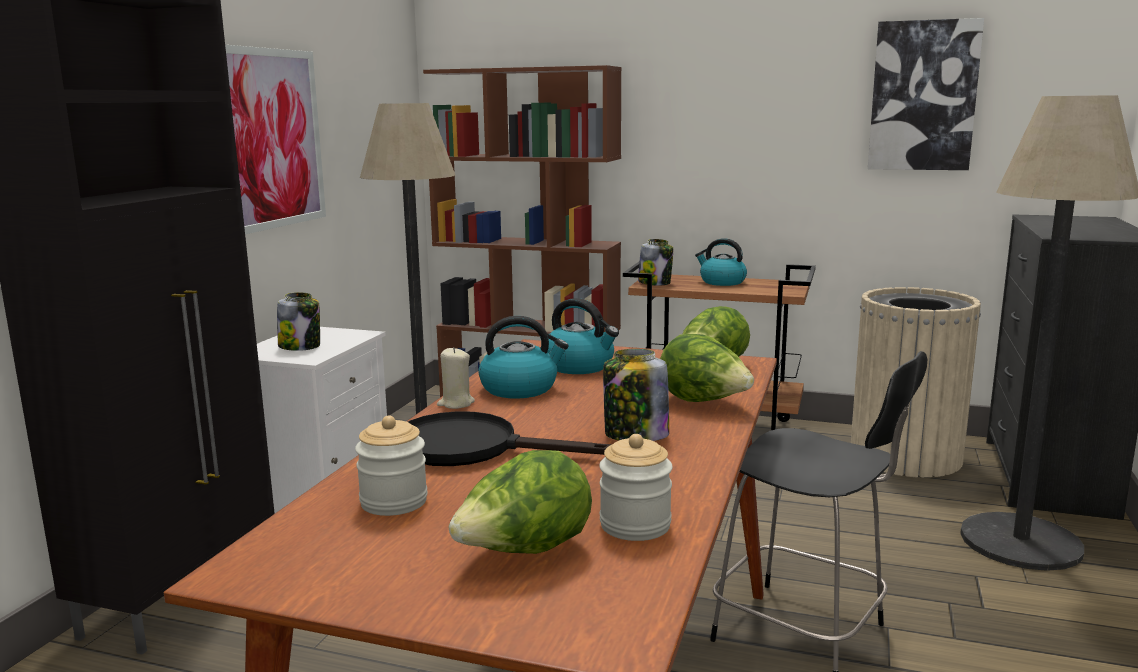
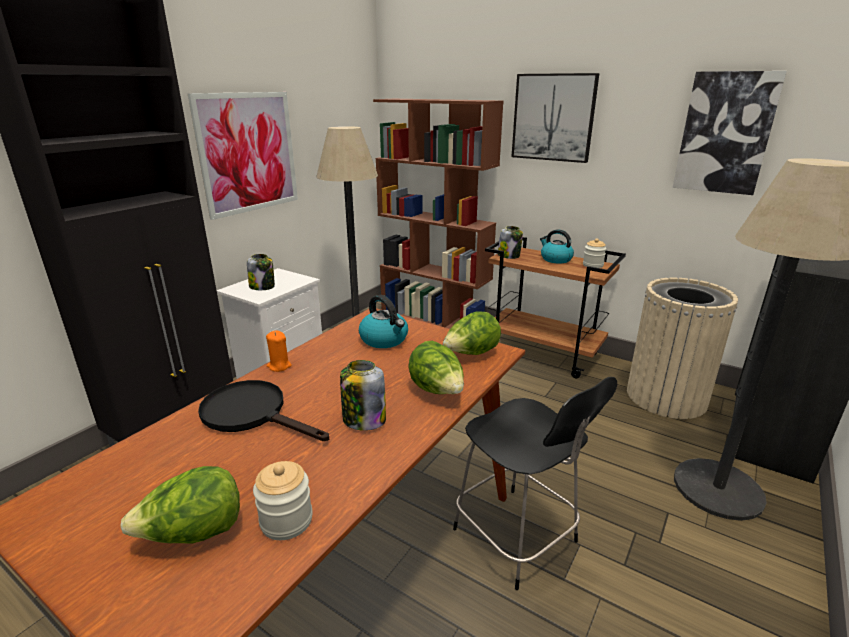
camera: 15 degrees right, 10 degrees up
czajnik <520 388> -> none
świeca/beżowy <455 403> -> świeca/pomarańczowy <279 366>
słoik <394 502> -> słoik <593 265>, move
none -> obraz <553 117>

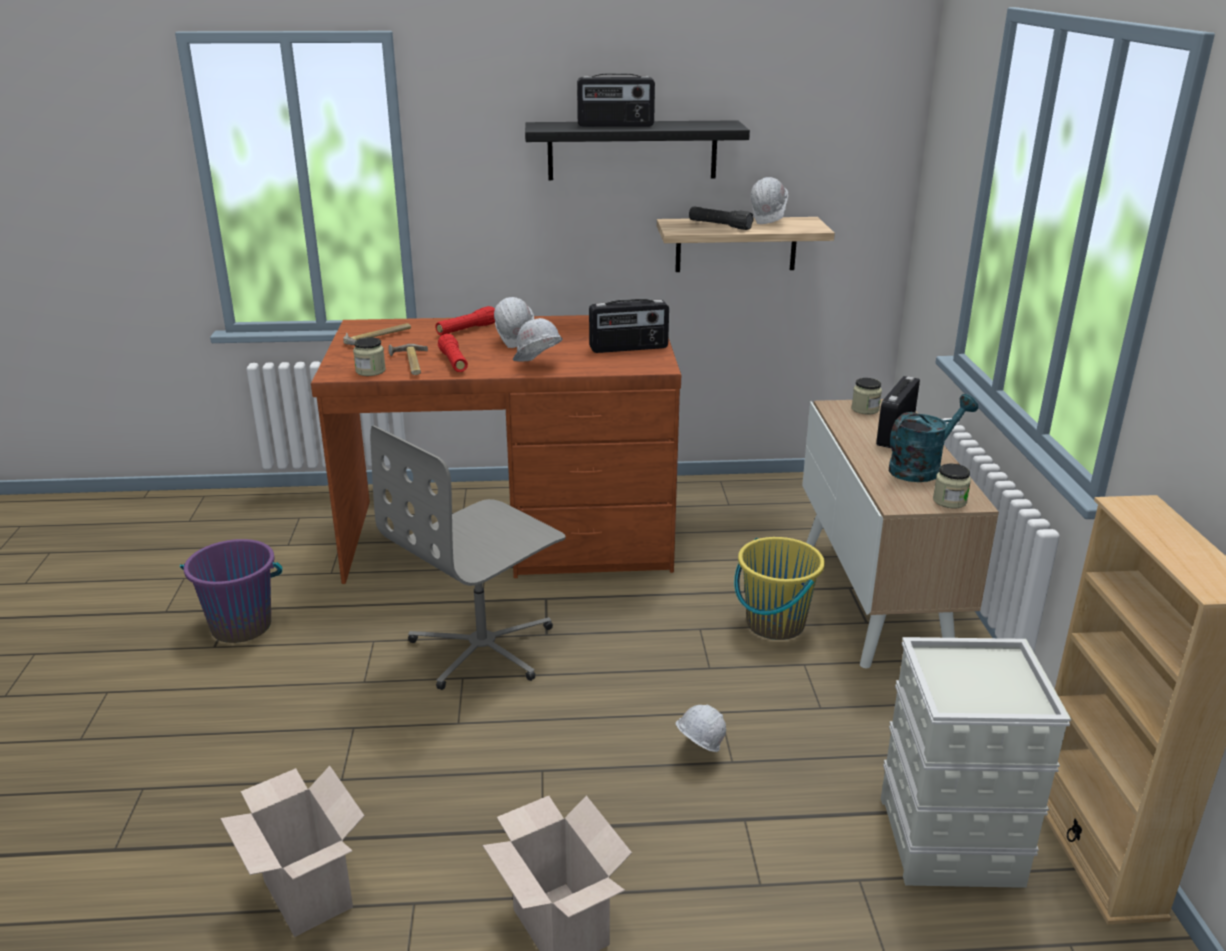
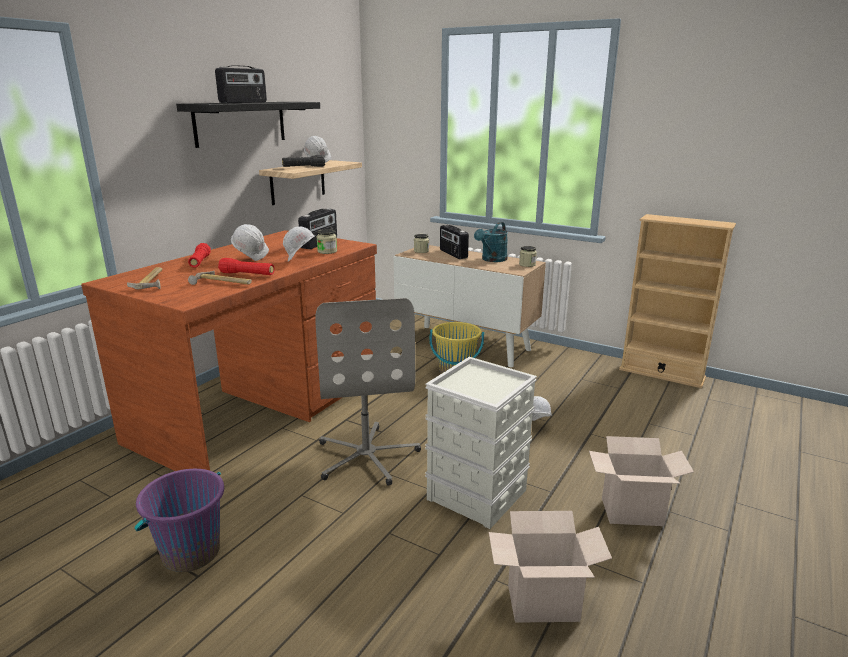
camera: 55 degrees left, 5 degrees down
słoik <370 371> -> słoik <327 251>, move
konewka/turkusowy <921 468> -> konewka/turkusowy <492 260>, 150 degrees counterclockwise
pojemnik do przechowywania/szary <951 842> -> pojemnik do przechowywania/szary <478 494>, move

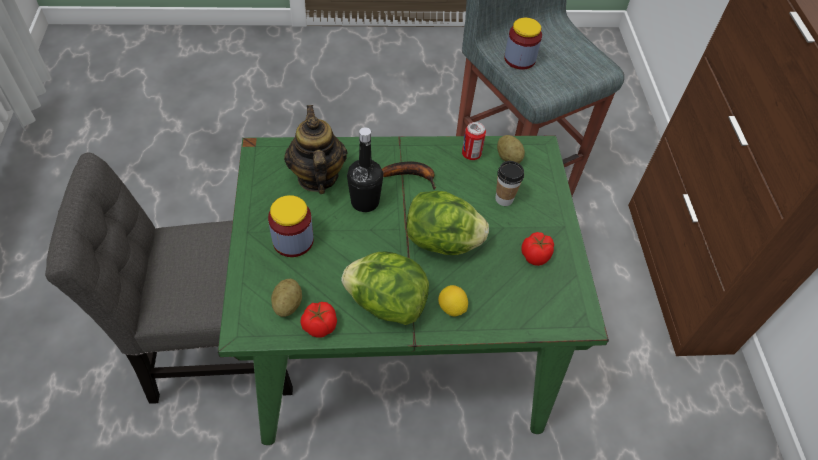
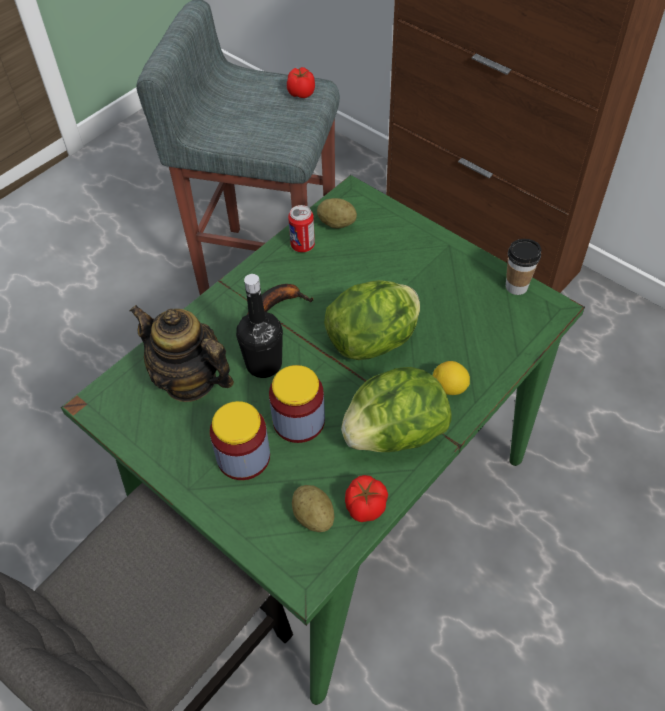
camera: 40 degrees left, 0 degrees up
słoik <519 59> -> słoik <299 421>, move
filiżanka <504 199> -> filiżanka <516 286>, move
pomidor <536 255> -> pomidor <301 93>, move

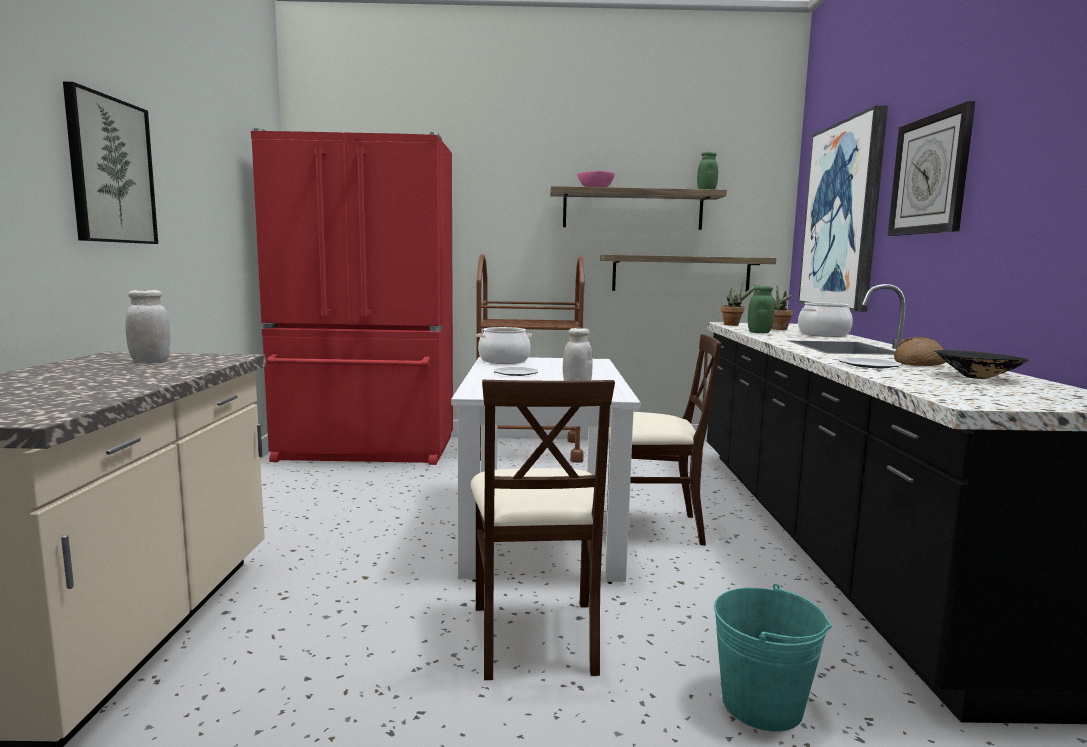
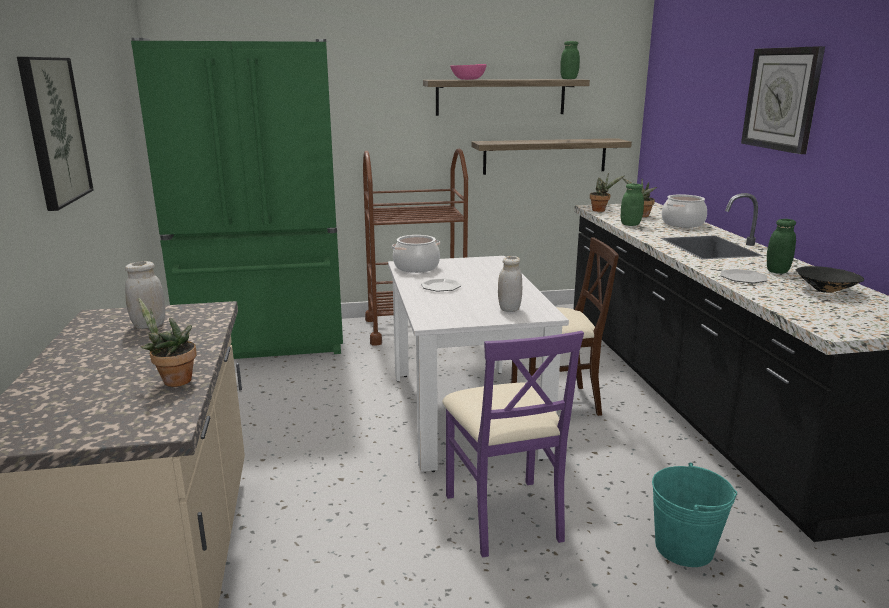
camera: 10 degrees left, 10 degrees up
obraz <842 216> -> none
lodówka/czerwony <366 450> -> lodówka/zielony <266 342>
chleb <919 363> -> słoik/zielony <777 271>
krzesło/beżowy <536 636> -> krzesło/fioletowy <504 515>
none -> roślina doniczkowa <173 380>

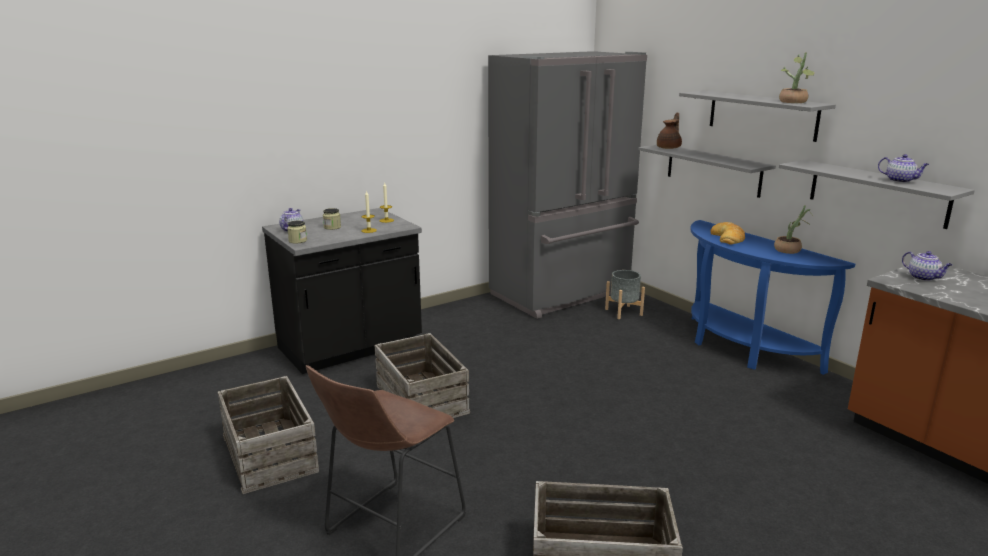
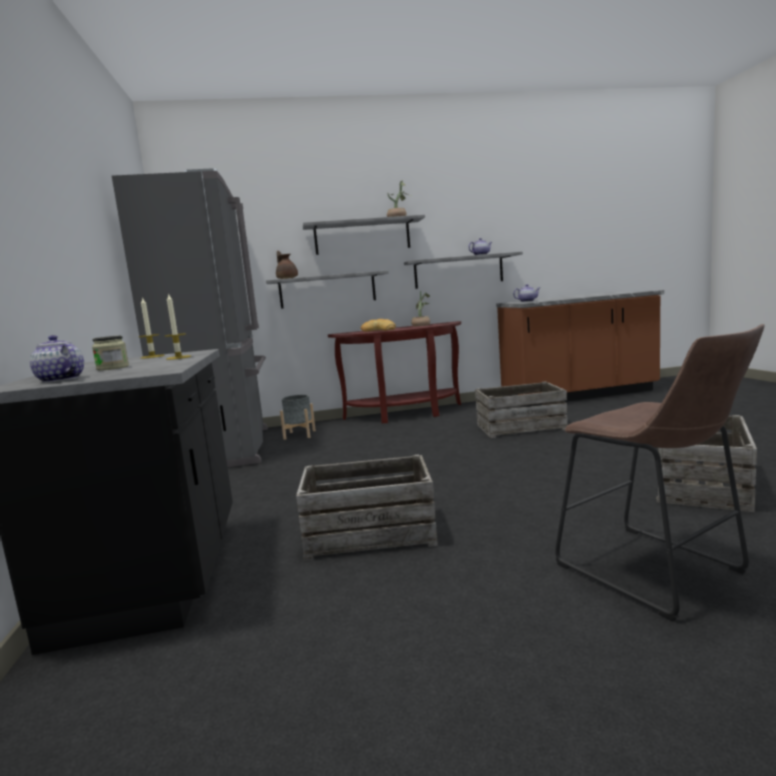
camera: 65 degrees left, 10 degrees down
stolik konsolowy/niebieski <741 348> -> stolik konsolowy/brązowy <405 415>
słoik <298 241> -> none
skrzynka <270 453> -> skrzynka <520 427>, move

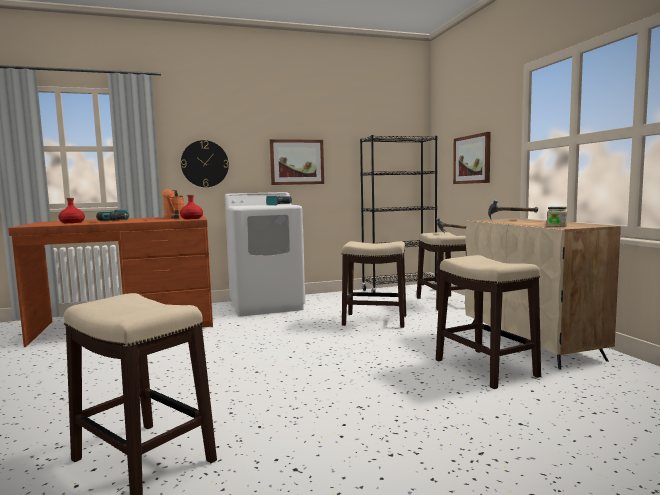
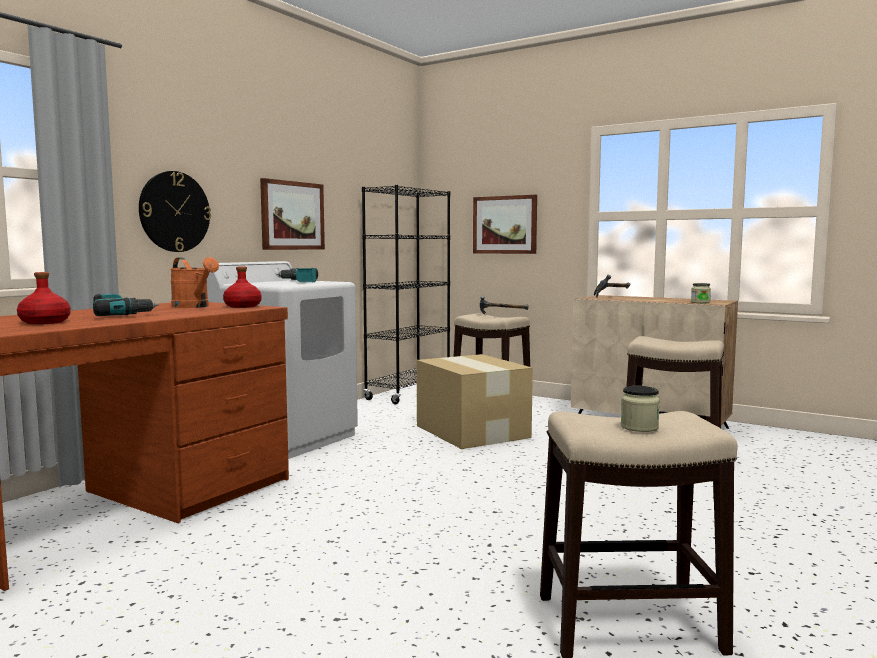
camera: 40 degrees left, 0 degrees up
stołek <375 320> -> karton <472 431>
none -> słoik <639 427>

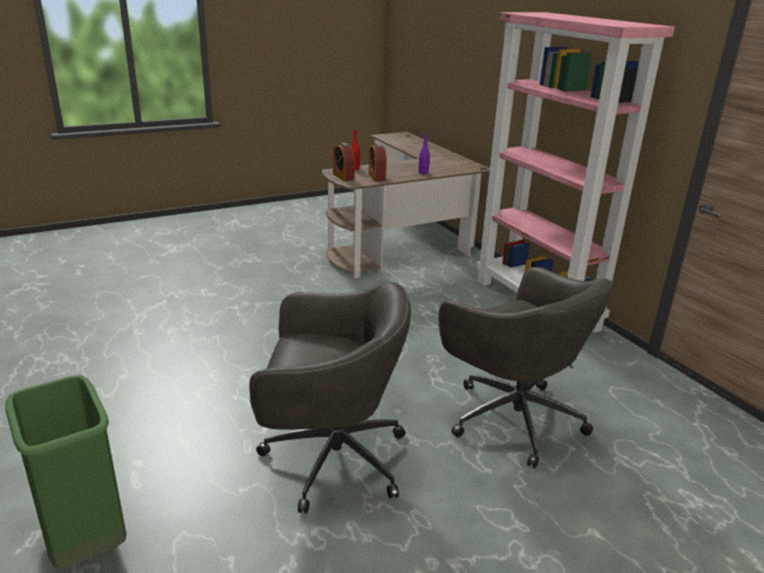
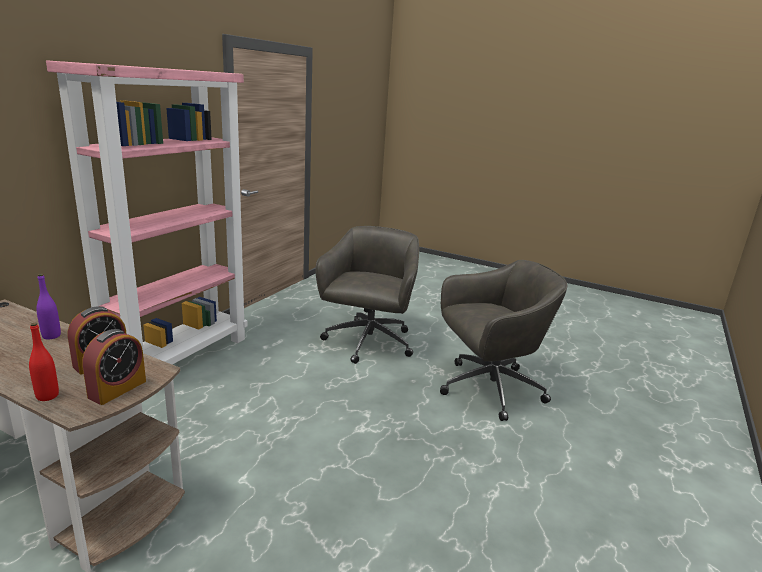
camera: 125 degrees left, 5 degrees down
krzesło biurowe/szary <330 458> -> krzesło biurowe/szary <488 389>, 105 degrees clockwise
kosz na śmieci/zielony <85 543> -> none

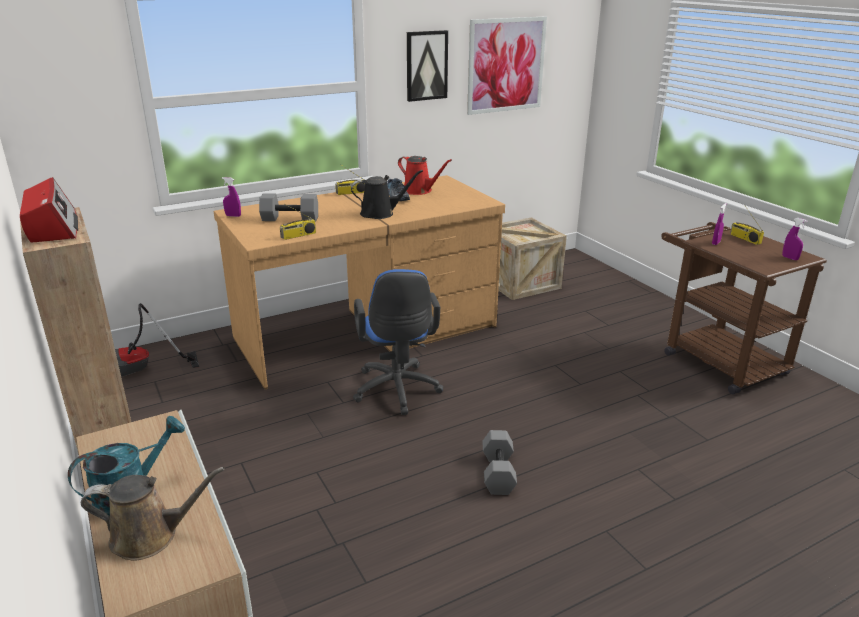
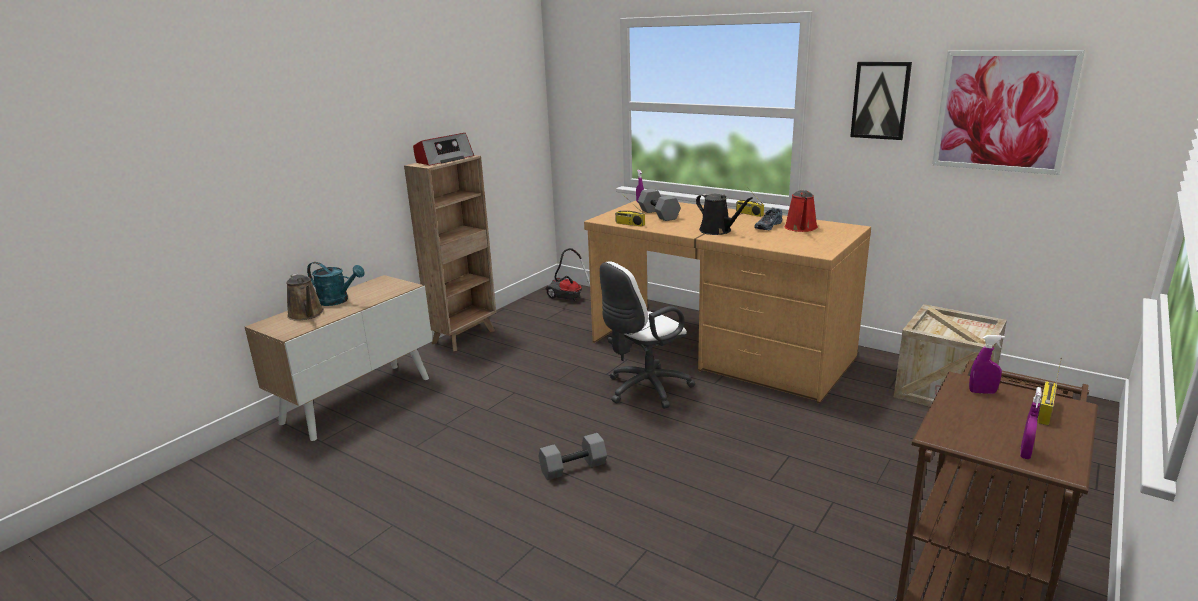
camera: 65 degrees right, 5 degrees down
krzesło biurowe/niebieski <397 392> -> krzesło biurowe/biały <644 390>

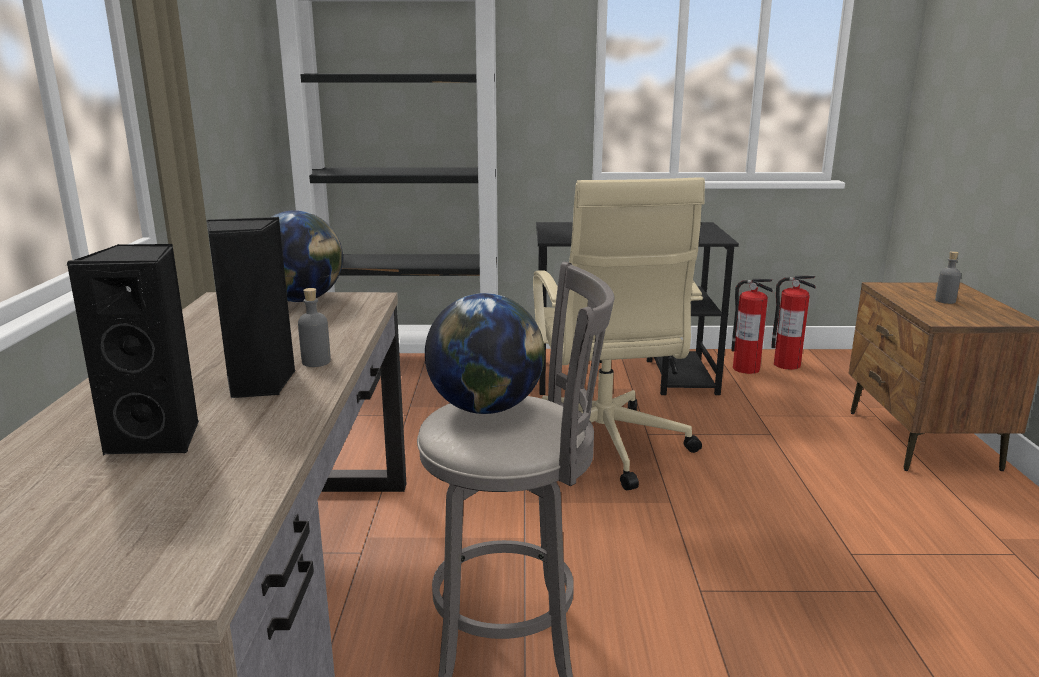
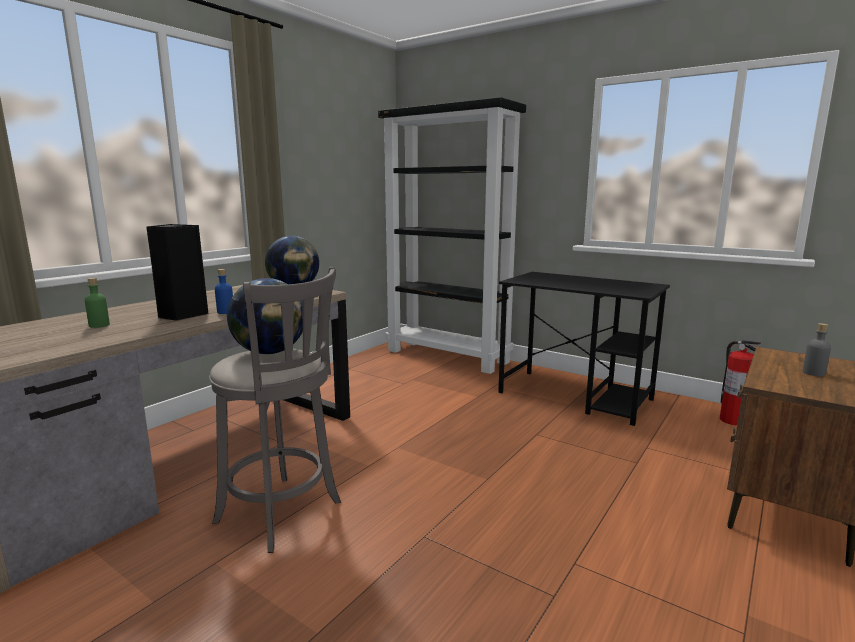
camera: 35 degrees right, 5 degrees down
krzesło biurowe/beżowy <604 448> -> none
głośnik/czarny <160 438> -> butelka/zielony <99 325>
gaśnica <745 368> -> none
butelka/szary <316 362> -> butelka/niebieski <225 312>

